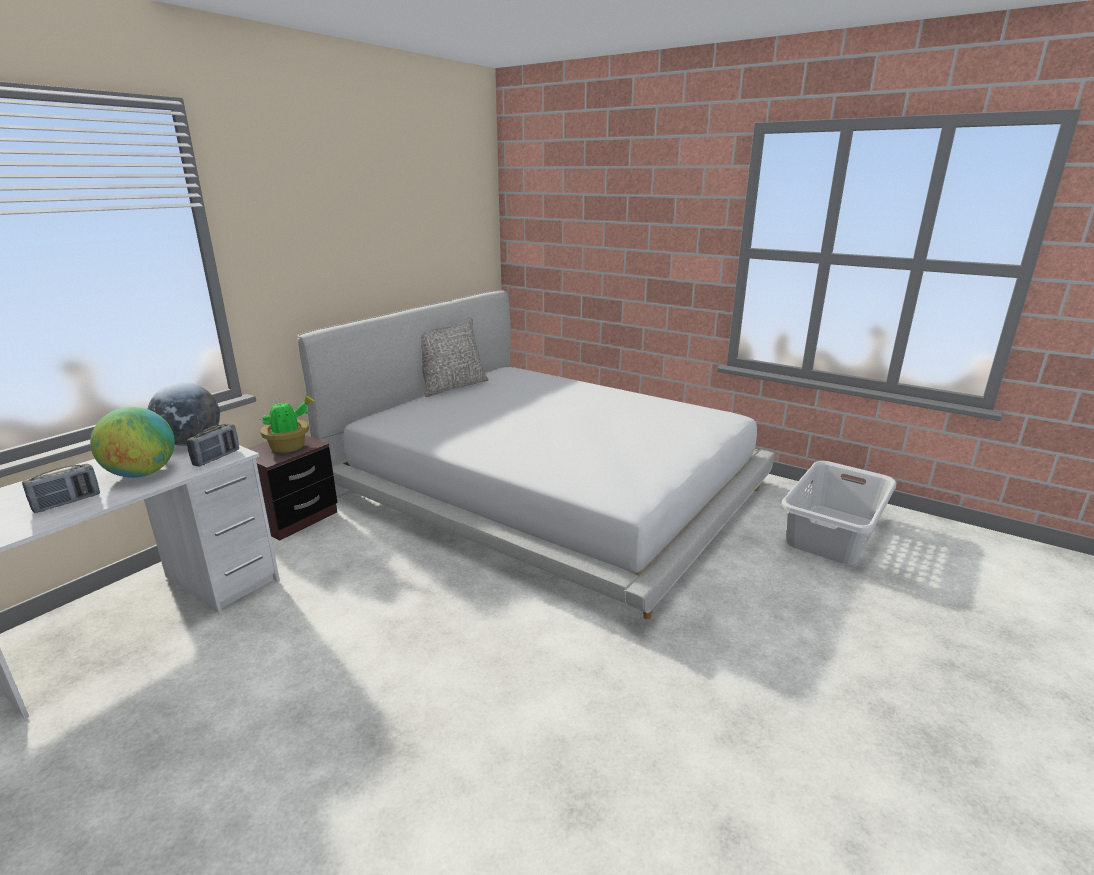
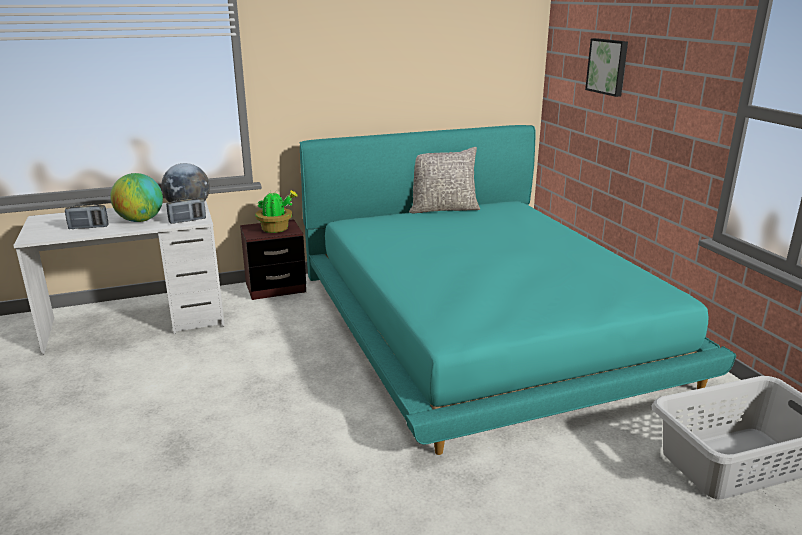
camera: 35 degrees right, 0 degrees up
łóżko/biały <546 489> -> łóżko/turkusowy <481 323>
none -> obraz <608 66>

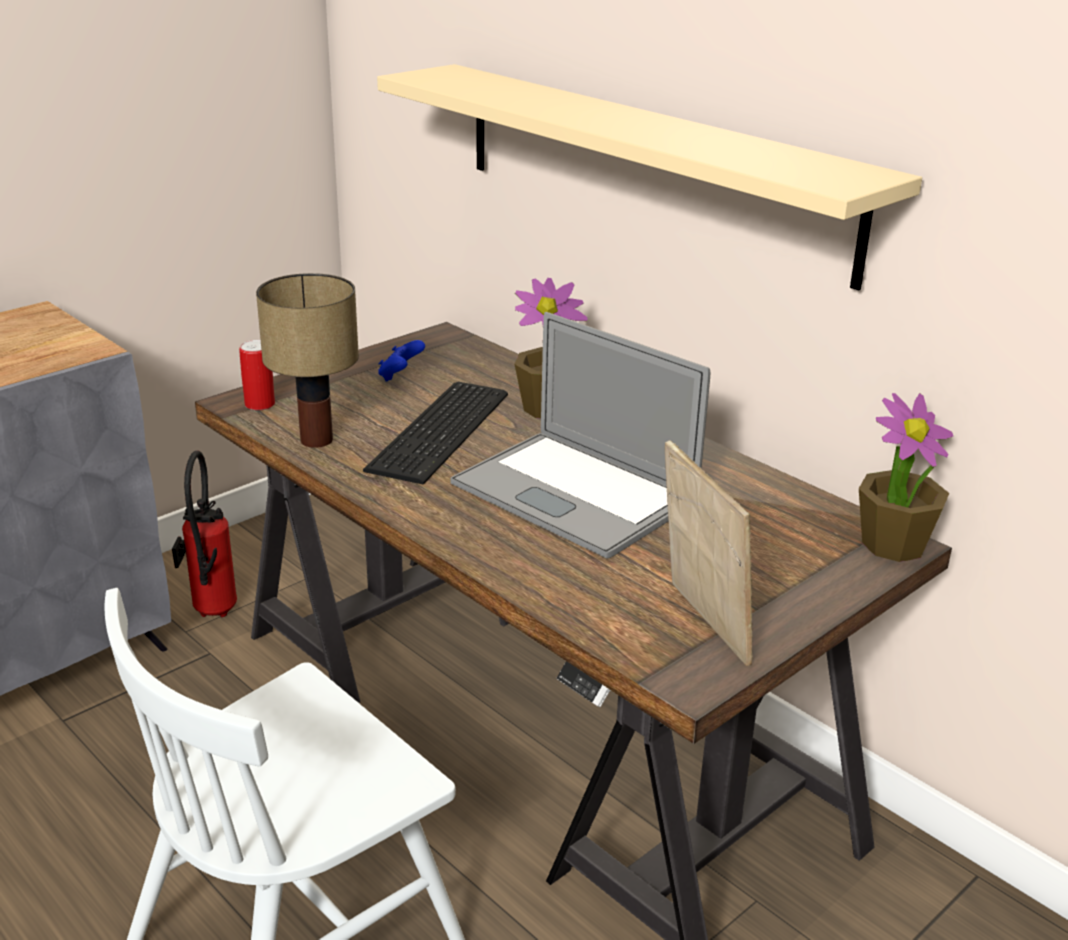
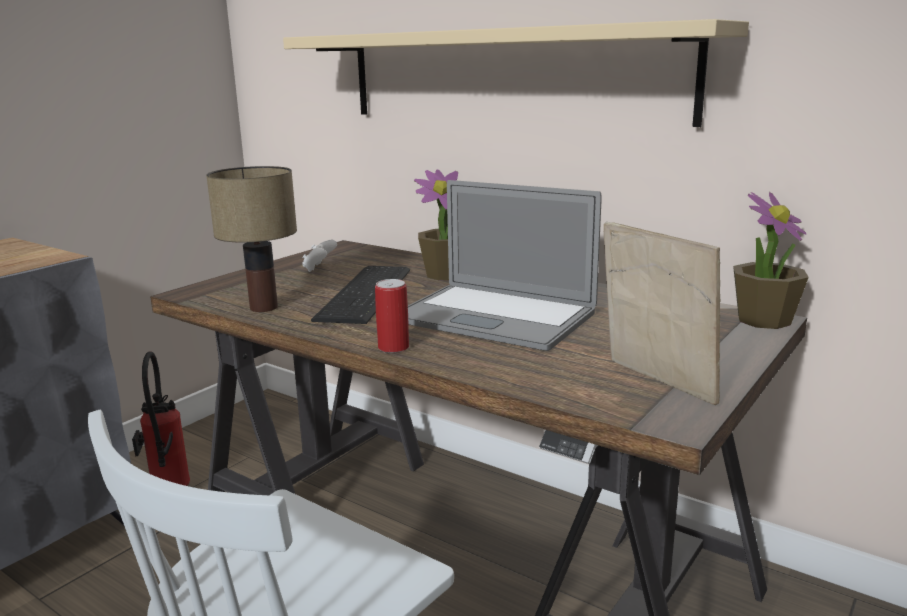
camera: 10 degrees left, 10 degrees down
puszka <260 404> -> puszka <393 347>, move
pad do gier/niebieski <400 376> -> pad do gier/biały <319 268>

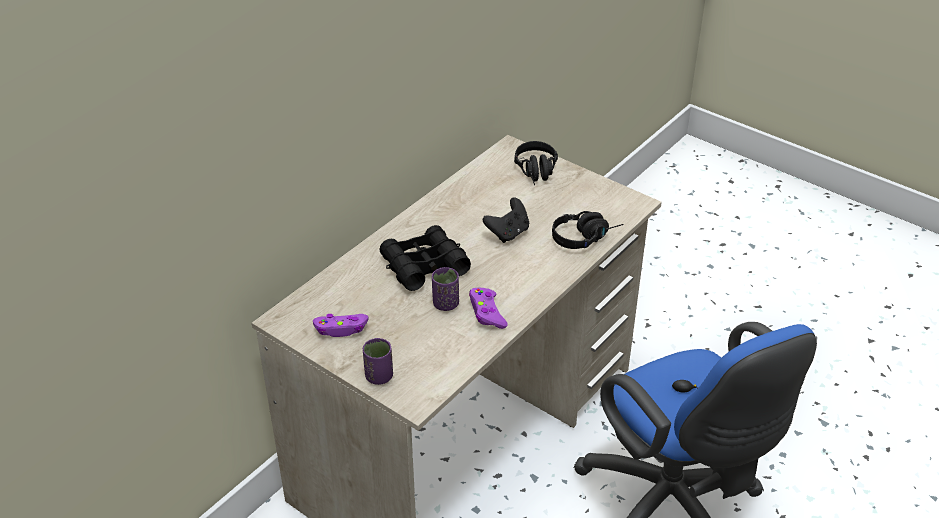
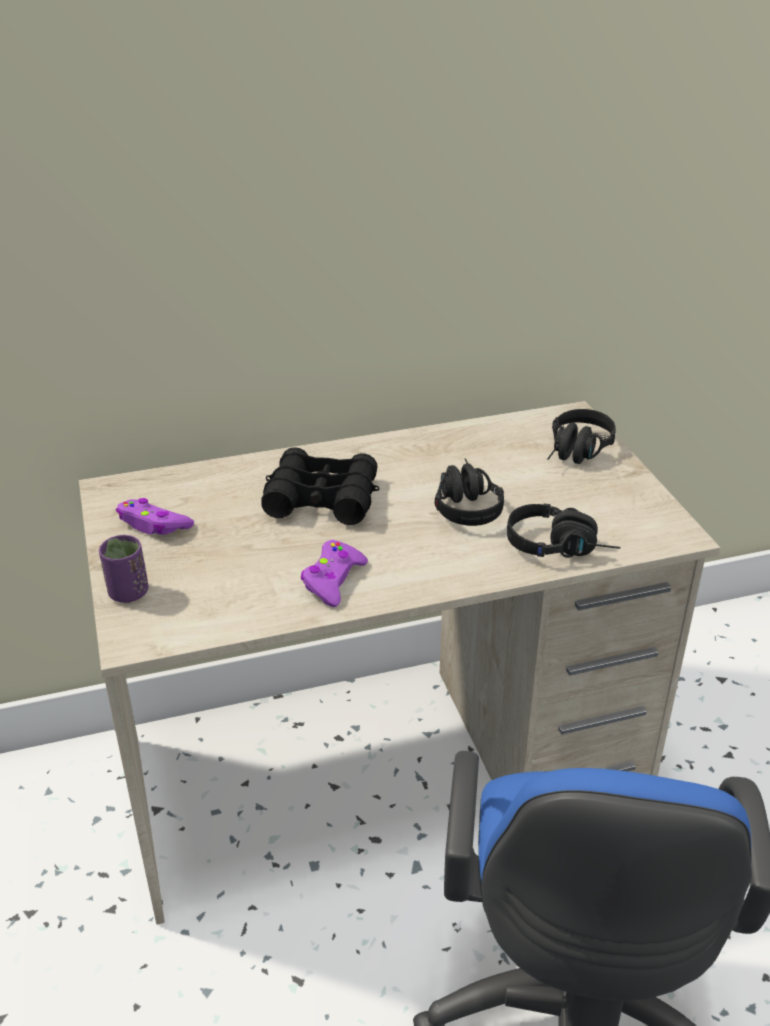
camera: 35 degrees right, 5 degrees down
pad do gier/czarny <508 233> -> słuchawki/czarny <463 503>
filiżanka/fioletowy <445 304> -> none

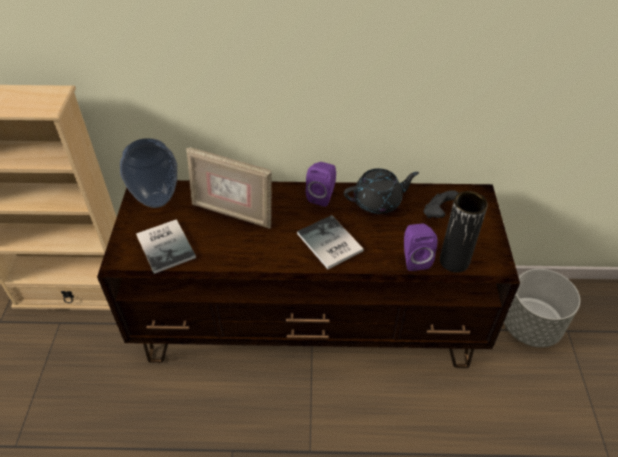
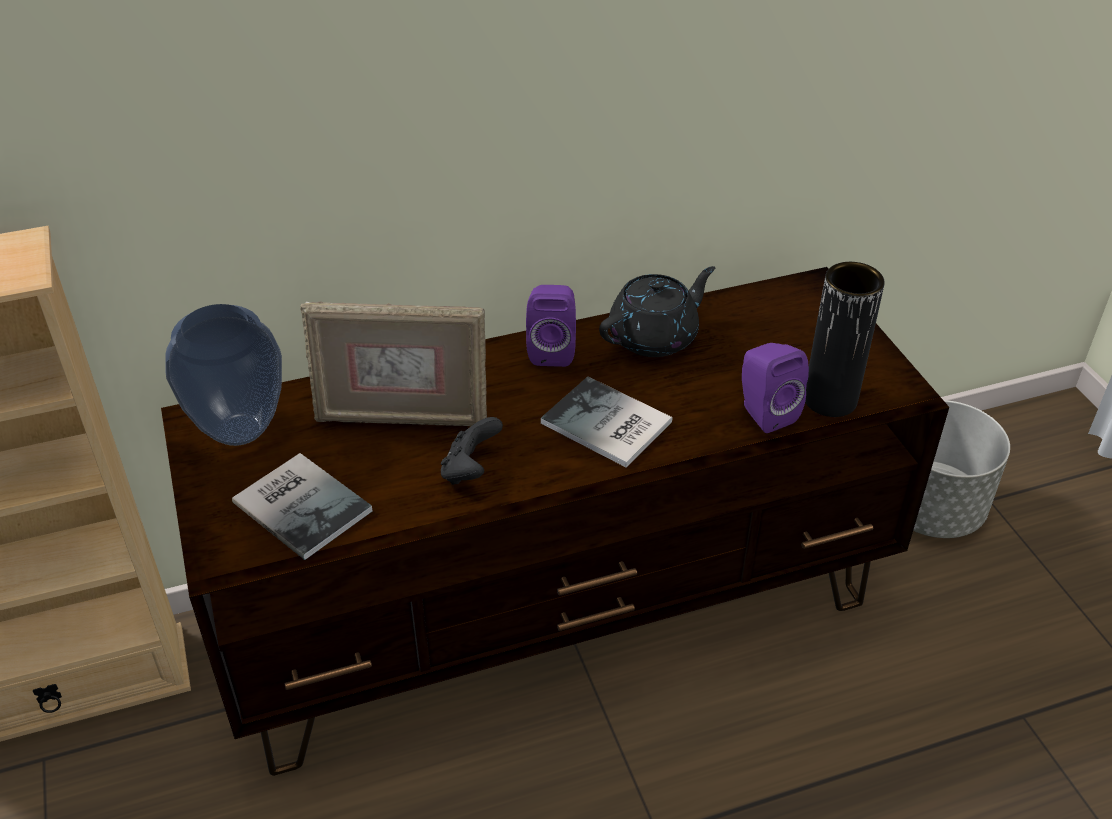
camera: 20 degrees left, 5 degrees down
pad do gier/czarny <437 213> -> pad do gier/czarny <470 470>, move

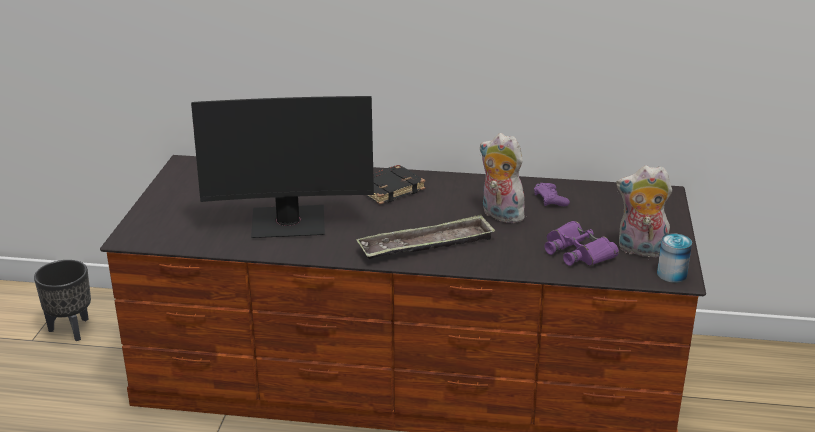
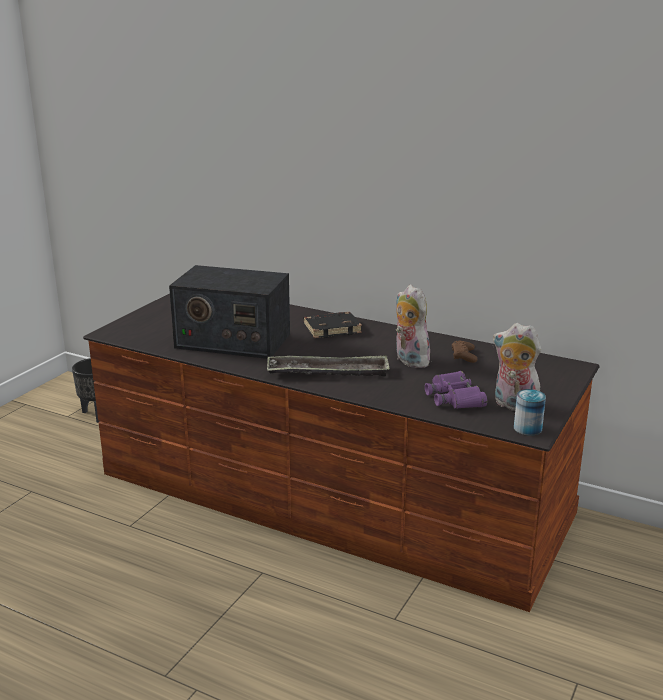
camera: 20 degrees right, 5 degrees down
monitor <288 223> -> radio <232 341>
pad do gier/fioletowy <550 199> -> pad do gier/brązowy <463 356>

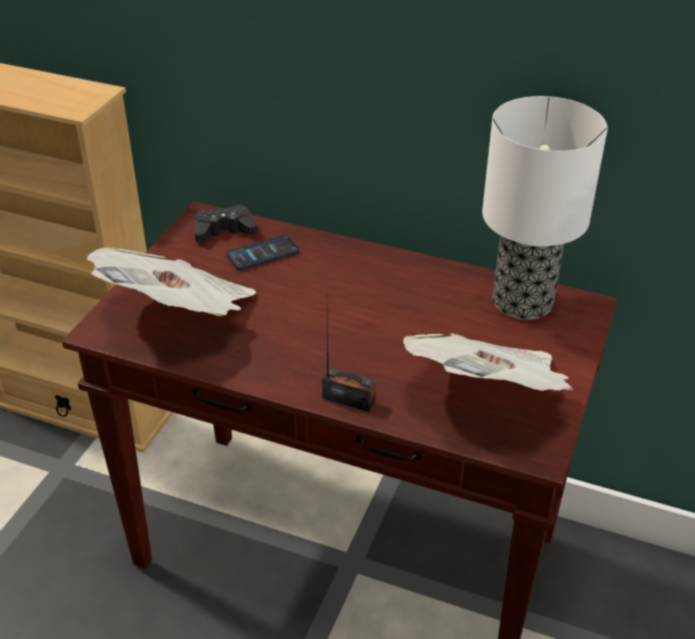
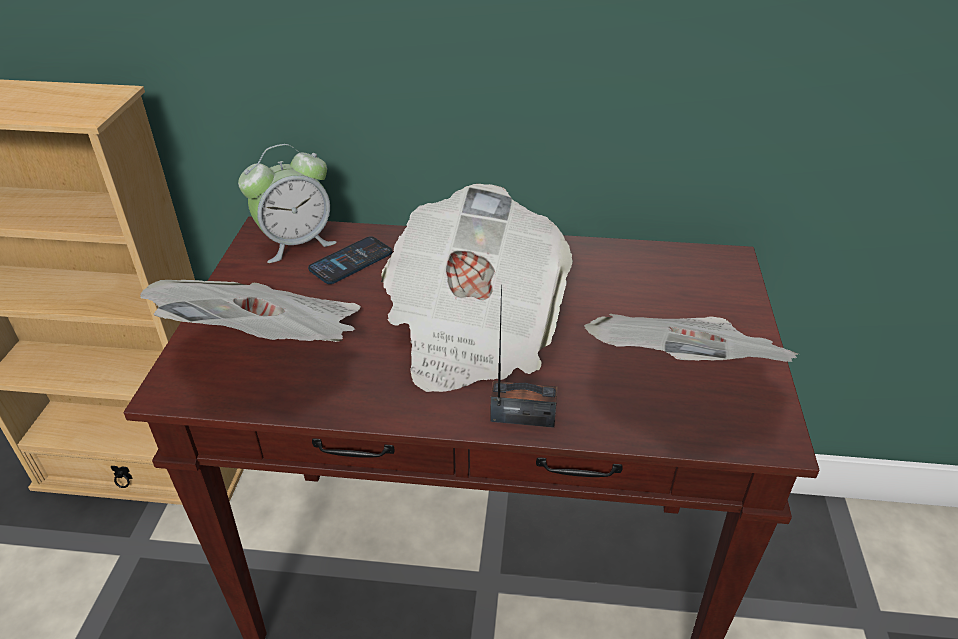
camera: 15 degrees left, 0 degrees up
lampa stołowa <521 302> -> none
pad do gier/czarny <224 231> -> budzik <296 243>
none -> gazeta <472 329>

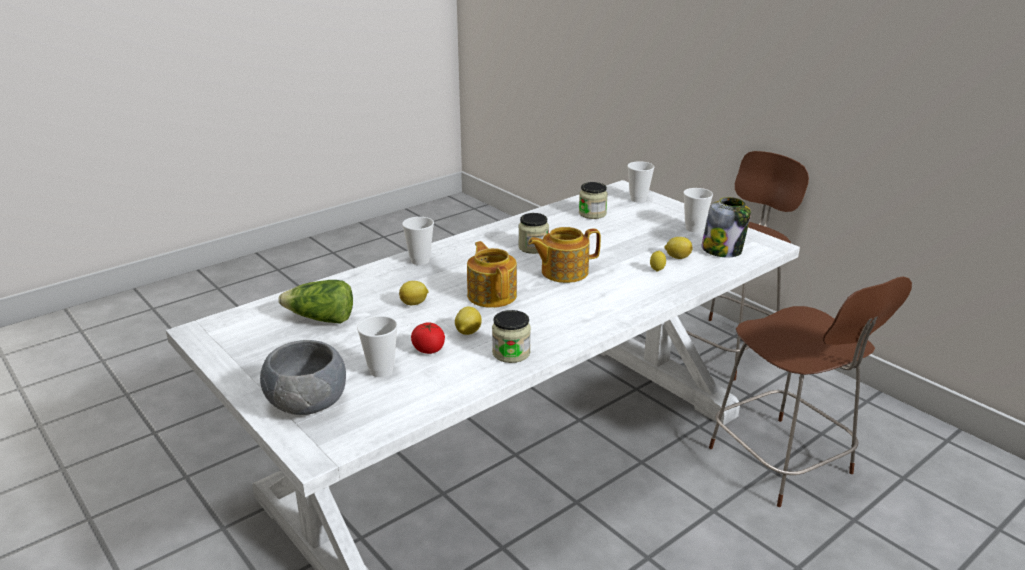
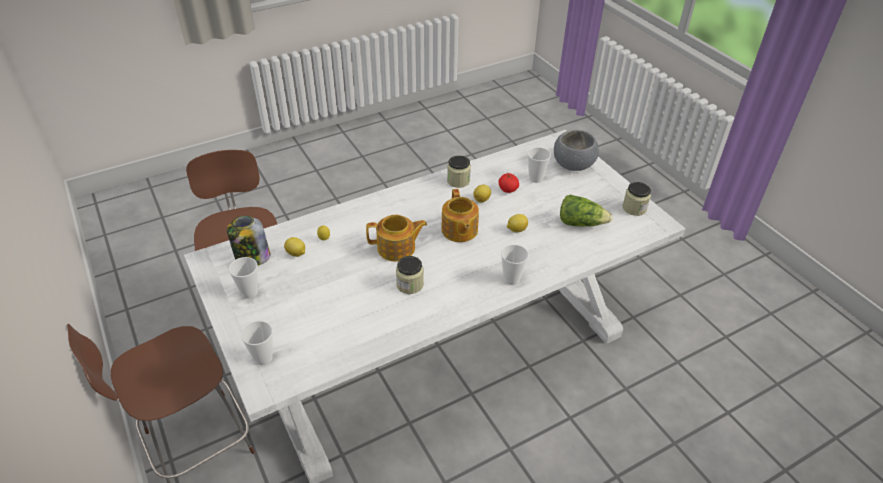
camera: 170 degrees left, 15 degrees up
słoik <592 214> -> słoik <634 208>, move

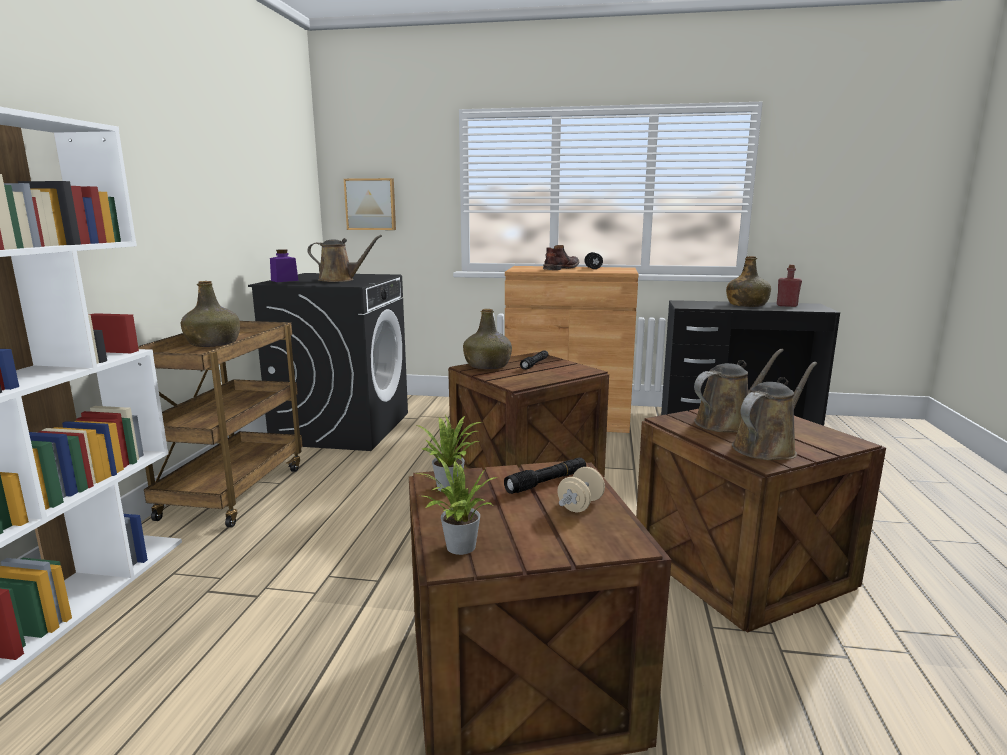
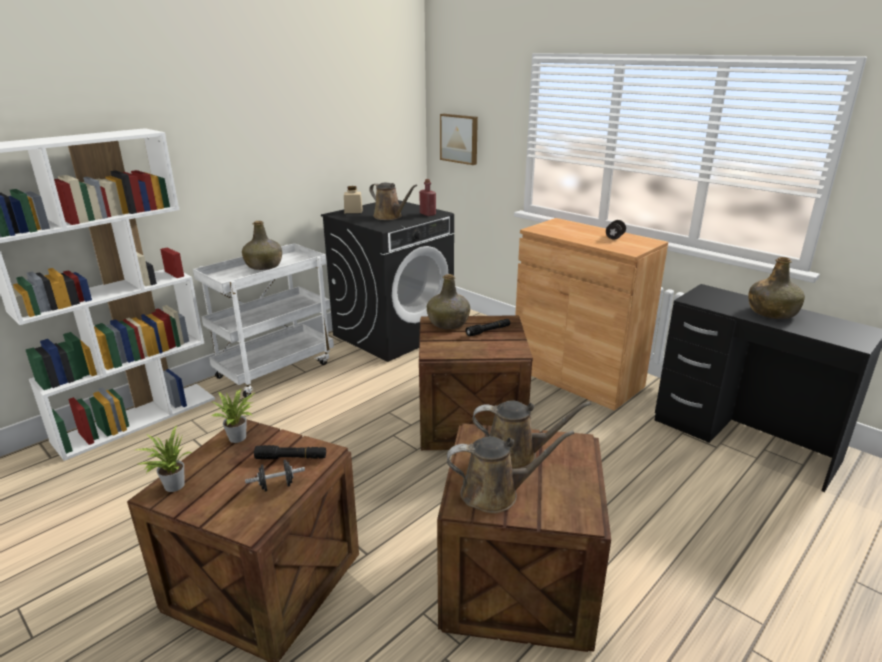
camera: 35 degrees right, 10 degrees up
but z cholewką/brązowy <560 268> -> none
słoik/fioletowy <284 280> -> słoik/beżowy <353 211>
butelka/czerwony <786 305> -> butelka/czerwony <427 214>, move
wózek/brązowy <234 491> -> wózek/biały <275 369>
hantel/beżowy <580 505> -> hantel/czarny <277 486>

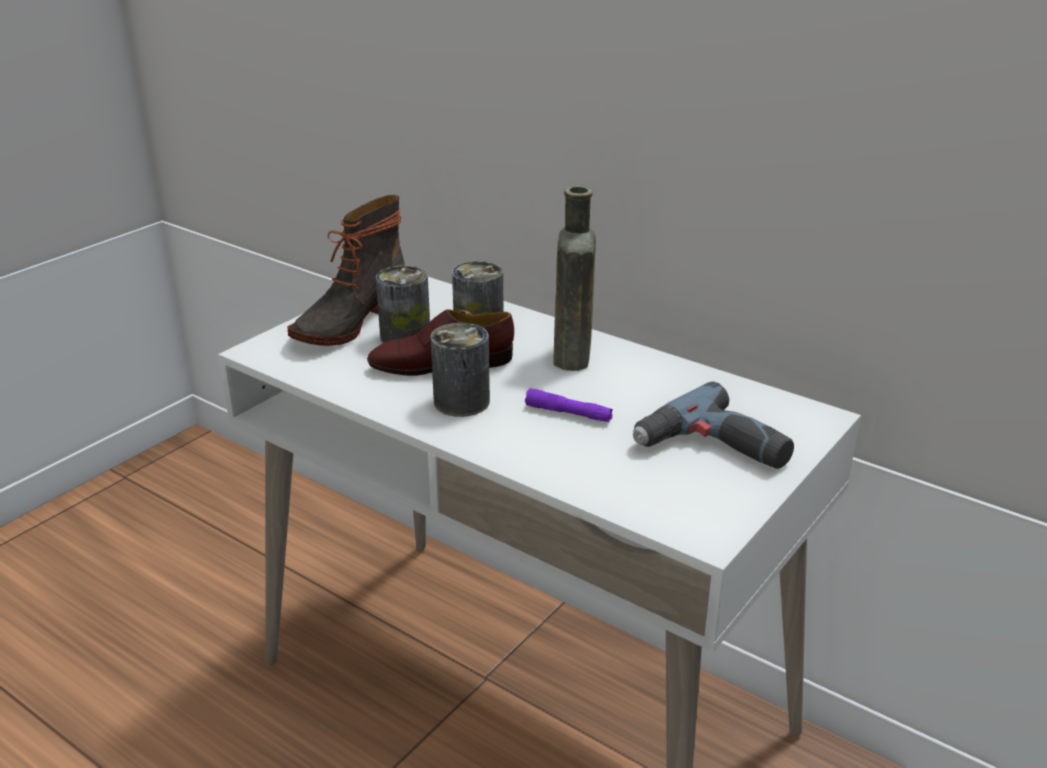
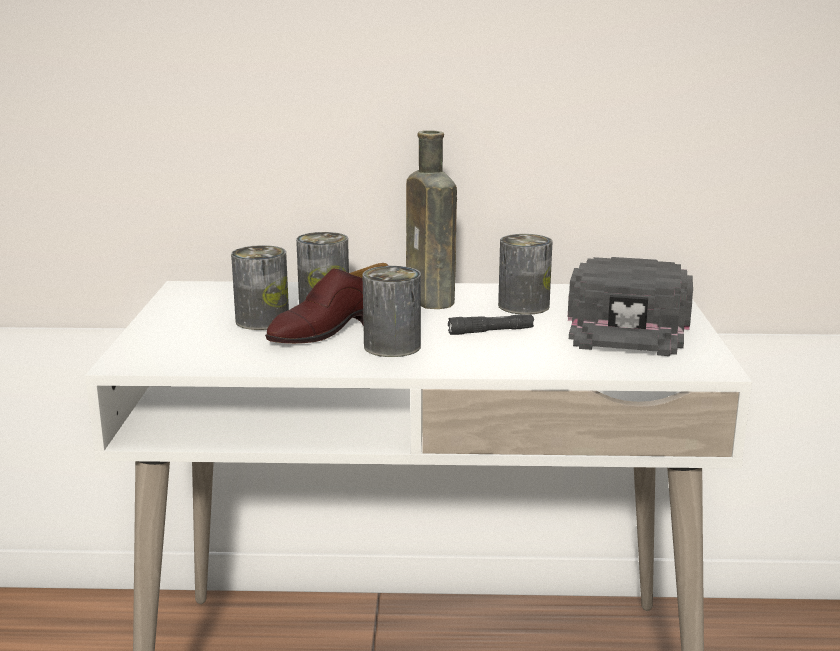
camera: 35 degrees left, 10 degrees down
but z cholewką <349 320> -> none
wiertarka <712 450> -> czapka z daszkiem/czarny <629 324>
latarka/fioletowy <569 413> -> latarka/czarny <491 331>
none -> puszka <523 306>

